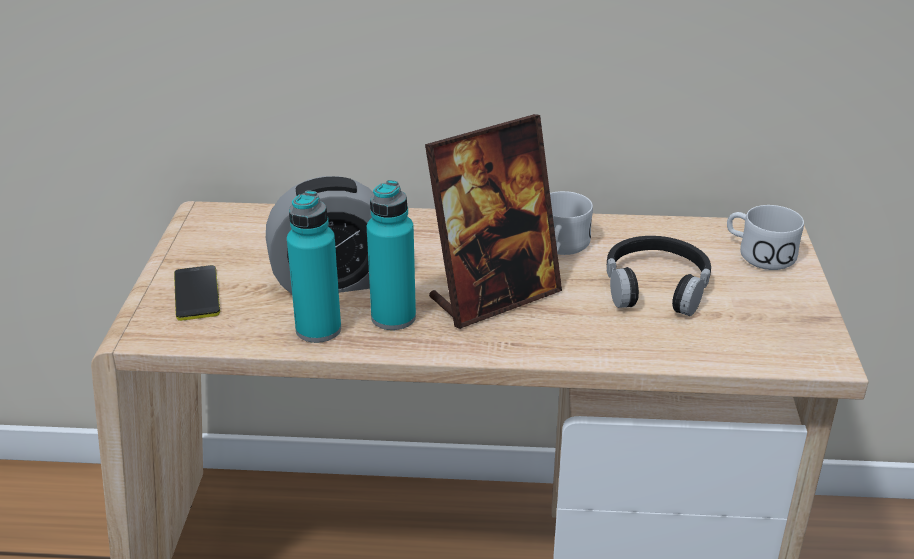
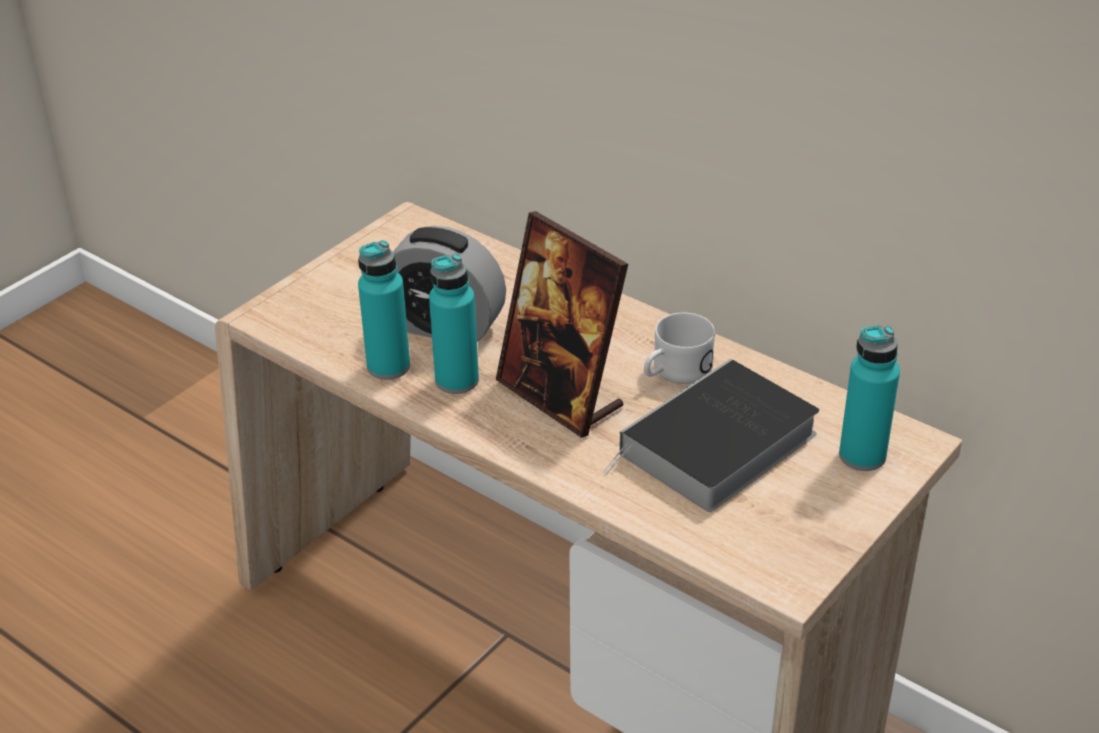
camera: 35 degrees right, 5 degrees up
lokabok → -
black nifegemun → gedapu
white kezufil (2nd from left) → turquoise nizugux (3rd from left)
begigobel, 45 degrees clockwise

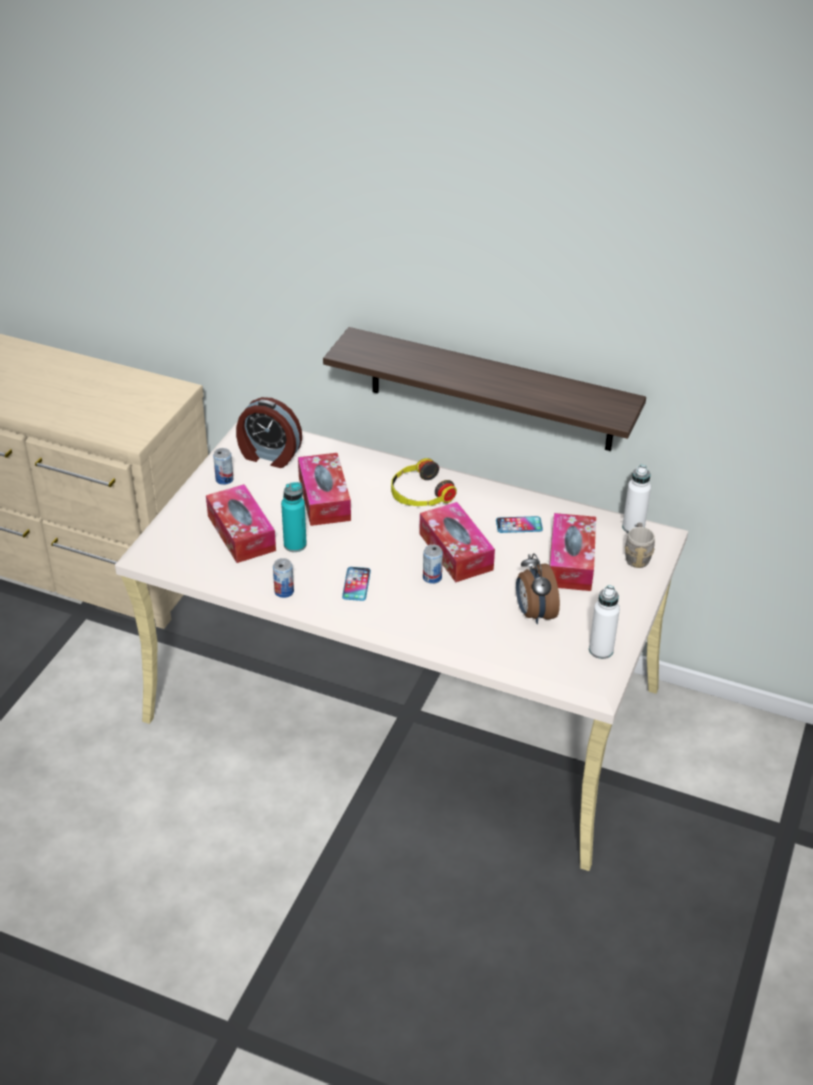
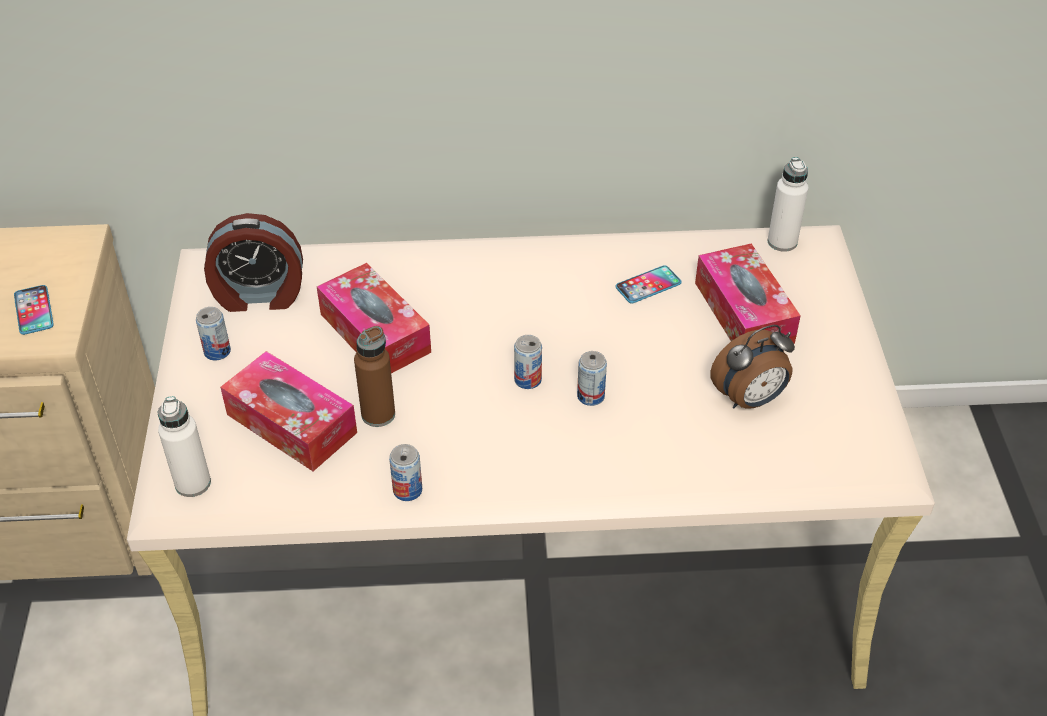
camera: 25 degrees left, 5 degrees up
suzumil → -
nifegemun → -
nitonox (3rd from left) → -
grey kezufil → -
- → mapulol (3rd from left)
lokabok (1st from left), moved
white nizugux (1st from left), moved
turquoise nizugux → brown nizugux
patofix (2nd from left), 75 degrees counterclockwise

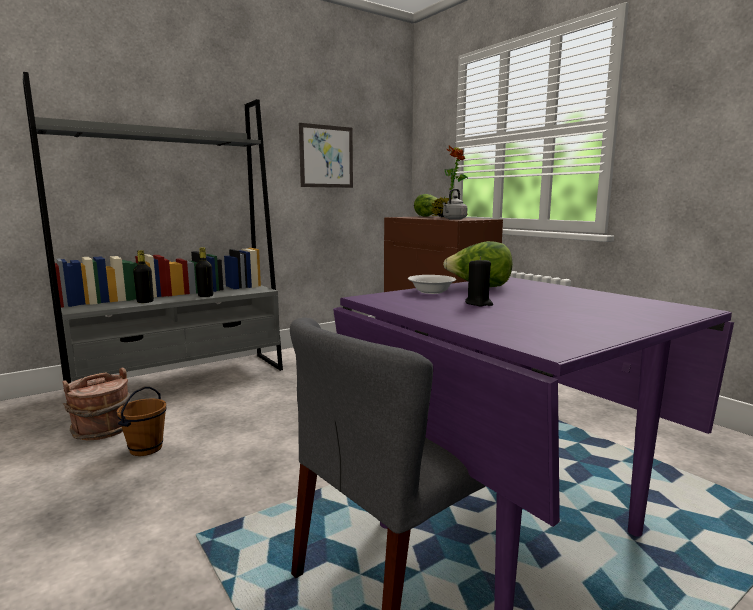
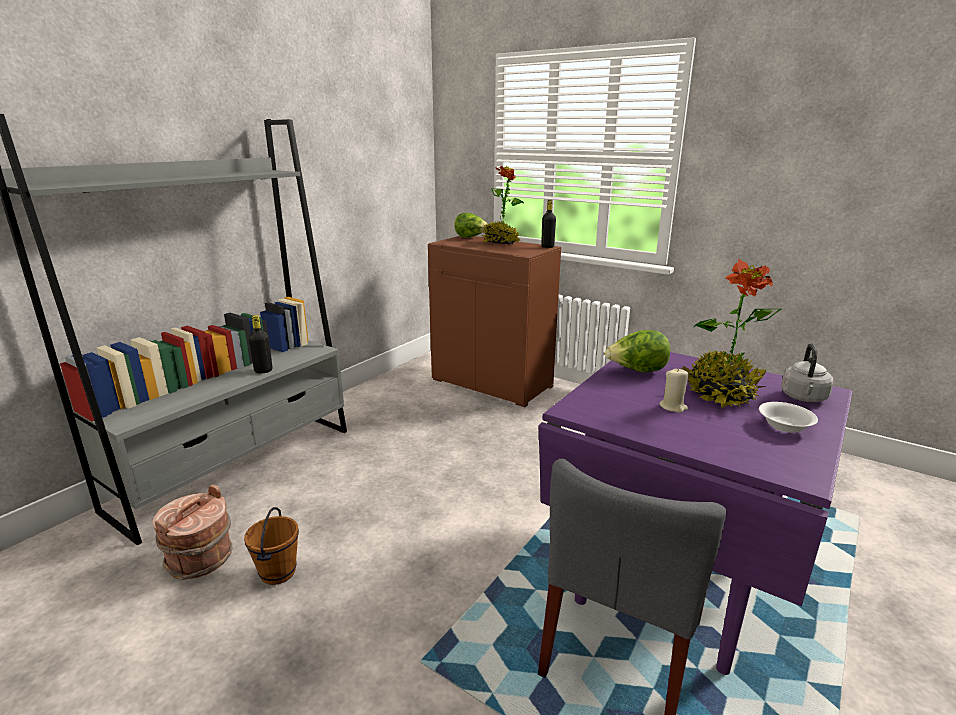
camera: 20 degrees left, 10 degrees up
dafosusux → -
- → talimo (2nd from left)
black nizugux (1st from left in the first image) → black nizugux (2nd from left), moved
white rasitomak, moved
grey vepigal, moved
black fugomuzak → beige fugomuzak

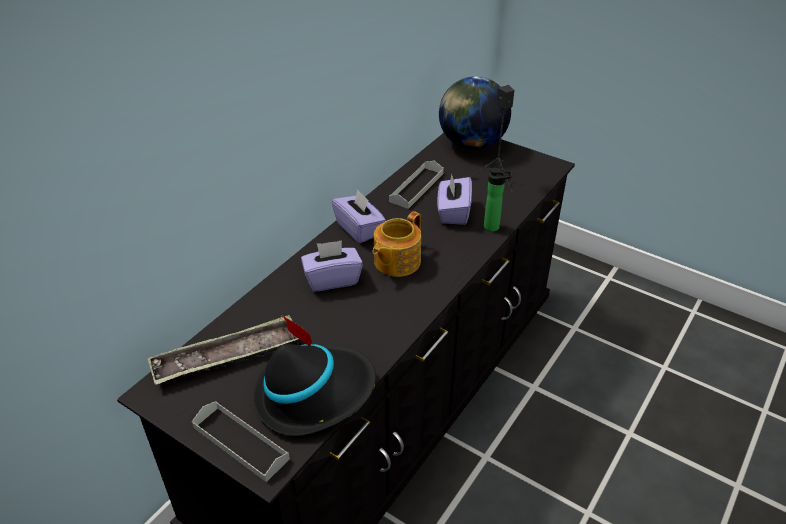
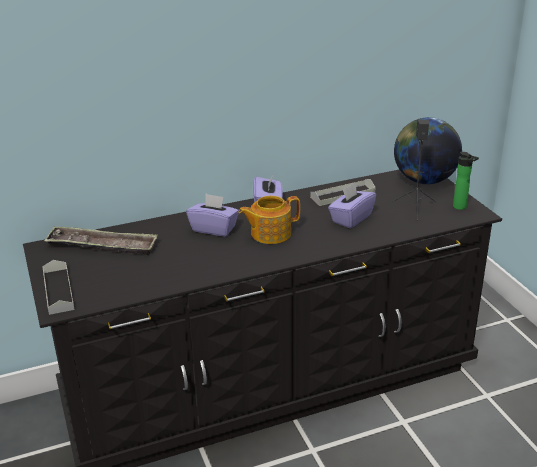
camera: 35 degrees right, 10 degrees down
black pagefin → -
nizugux, moved

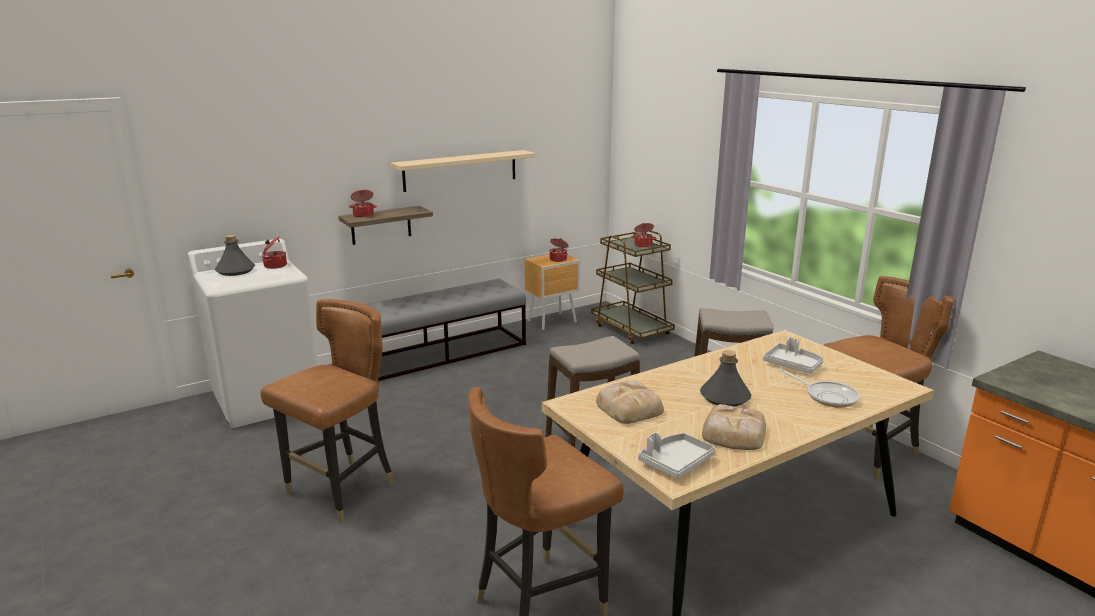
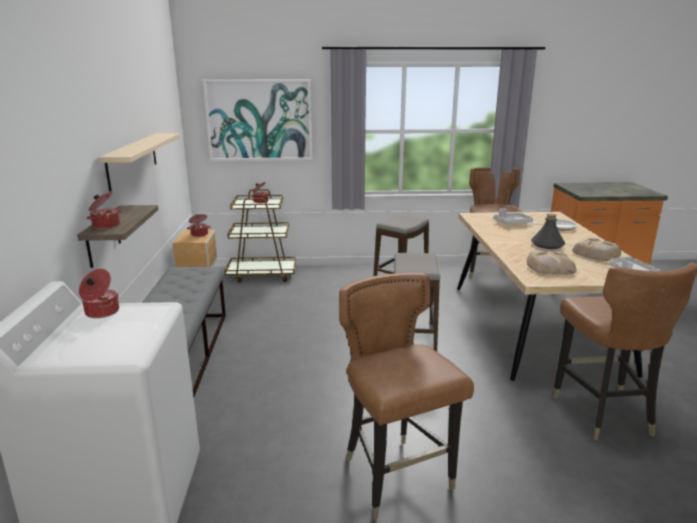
camera: 60 degrees left, 0 degrees up
grey nizugux (1st from left) → -
- → dafosusux

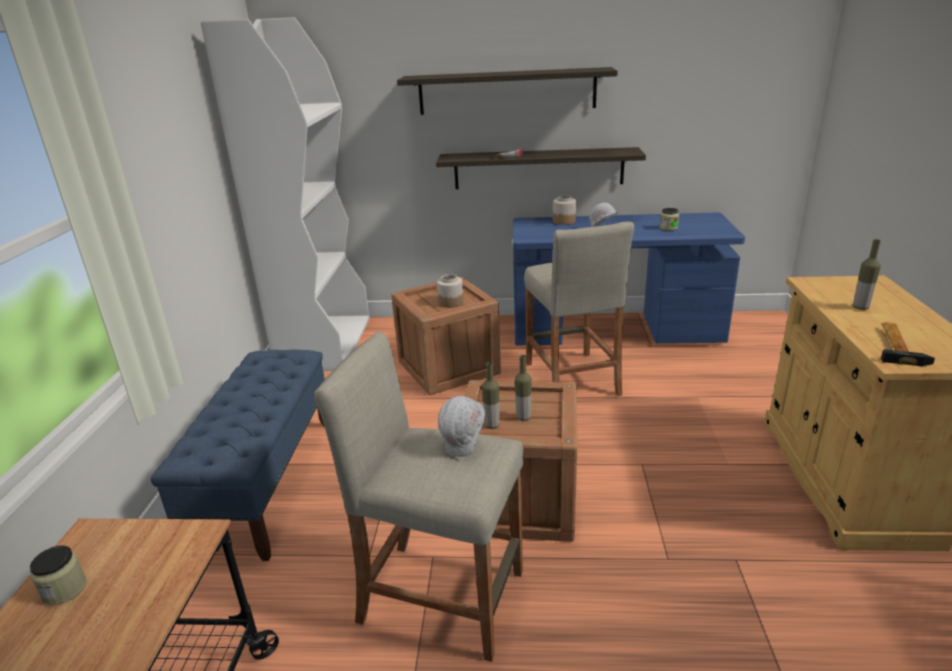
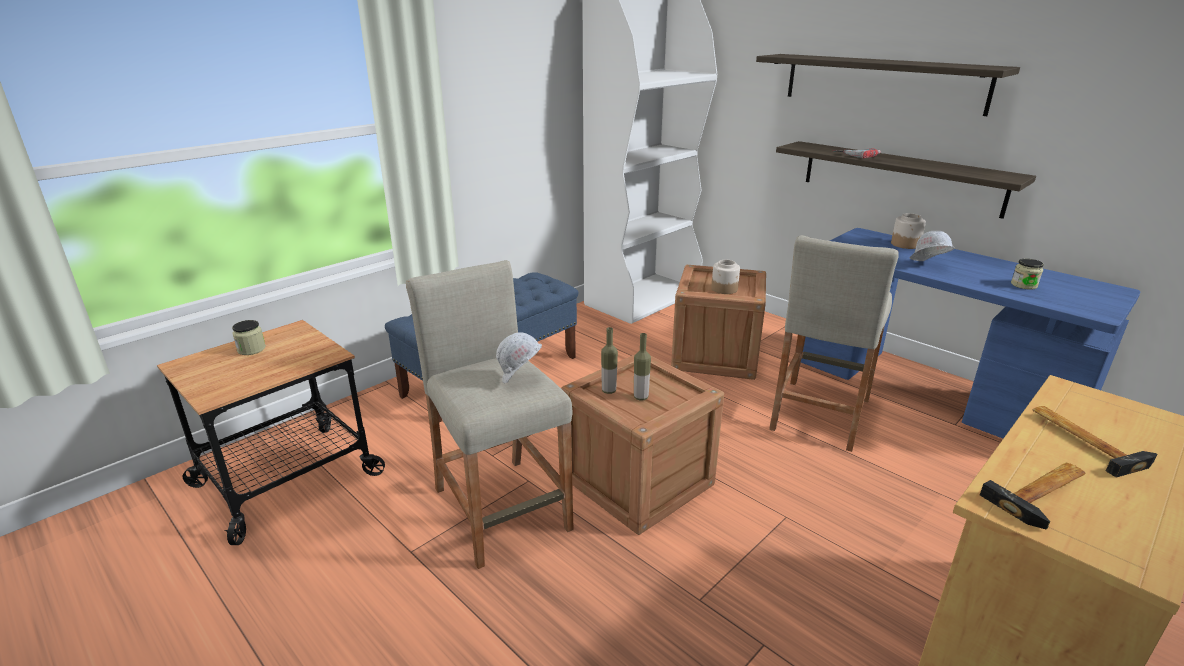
camera: 40 degrees right, 0 degrees up
nizugux (3rd from left) → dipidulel (2nd from left)

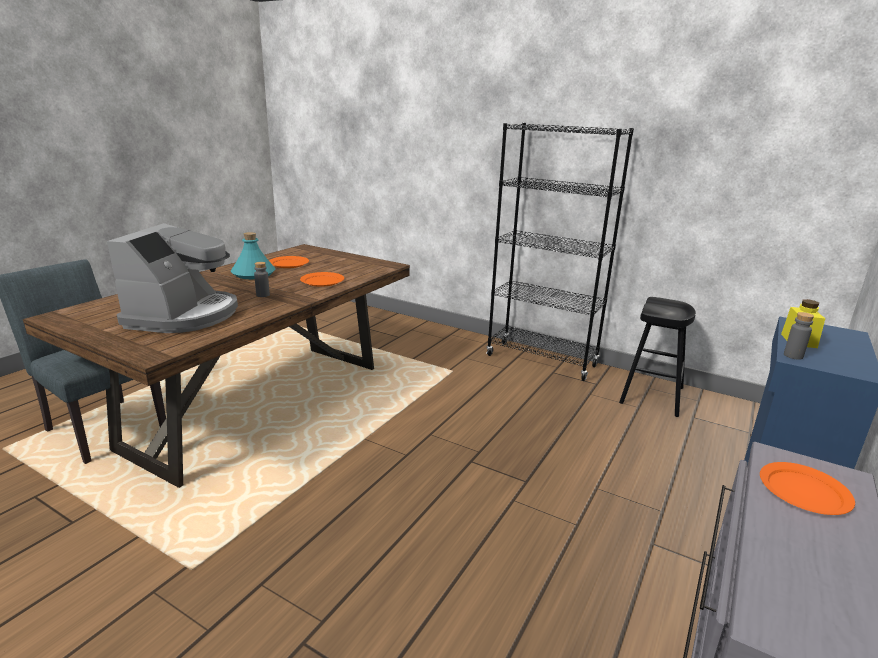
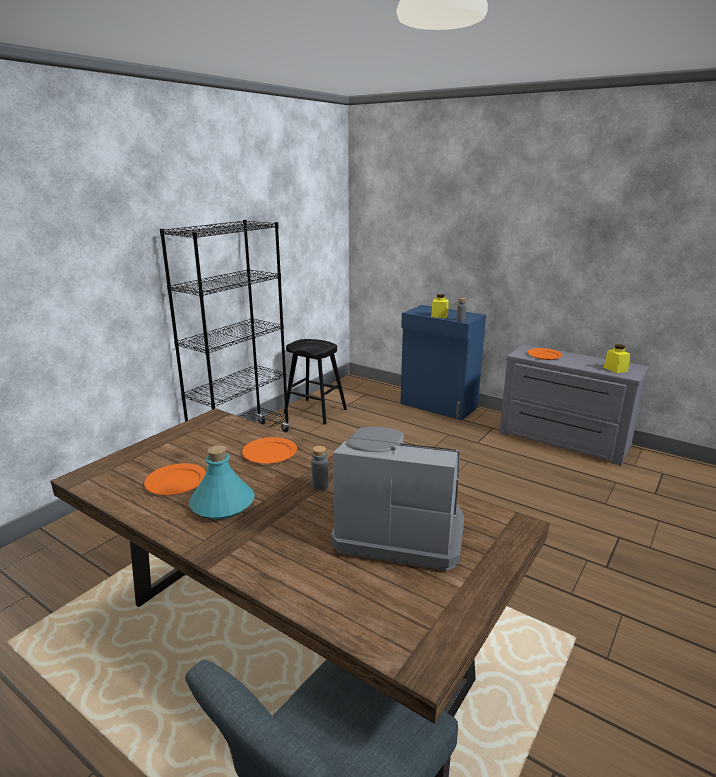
camera: 85 degrees left, 0 degrees up
- → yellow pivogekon (2nd from left)

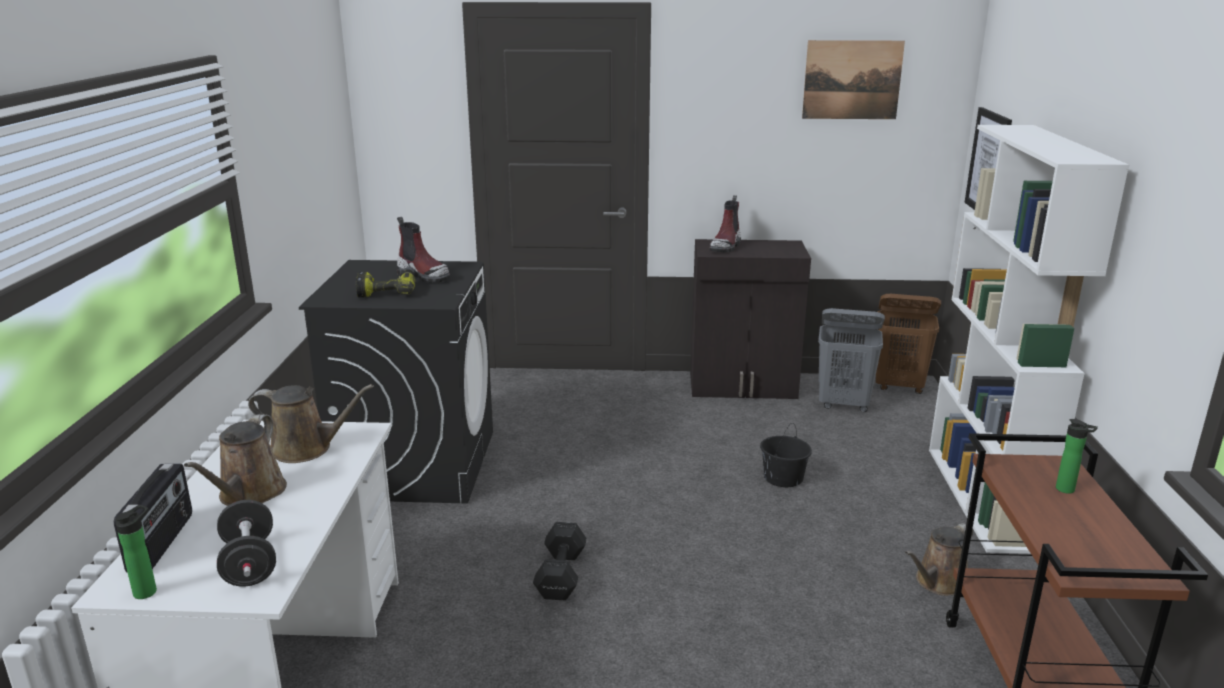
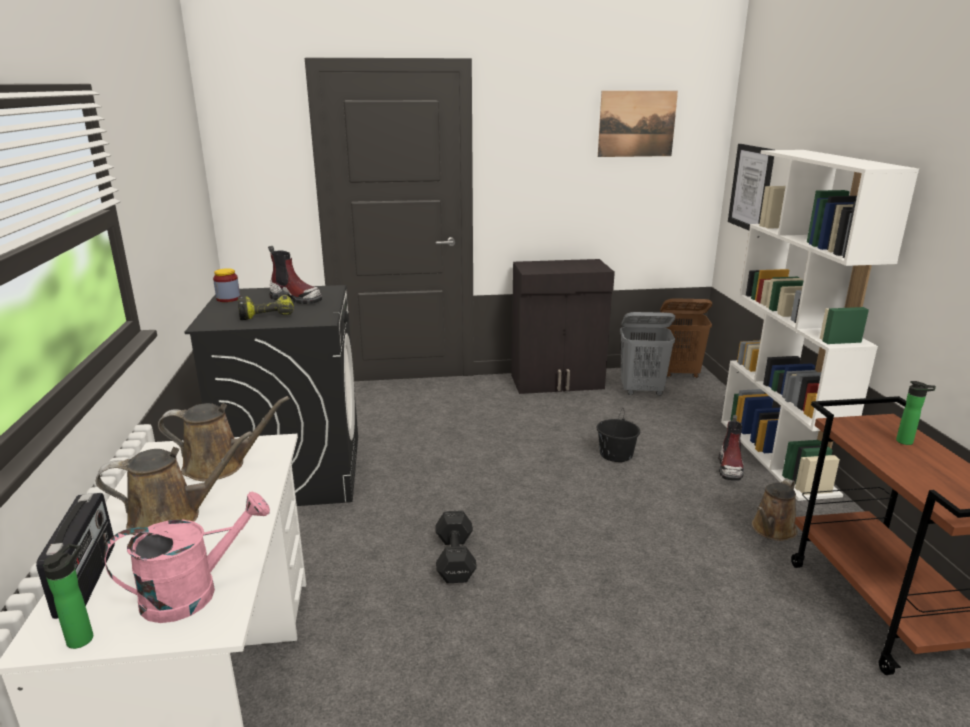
camera: 10 degrees left, 0 degrees up
- → pivogekon
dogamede (2nd from left), moved
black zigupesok (1st from left) → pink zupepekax
brown zupepekax (1st from left), 105 degrees counterclockwise

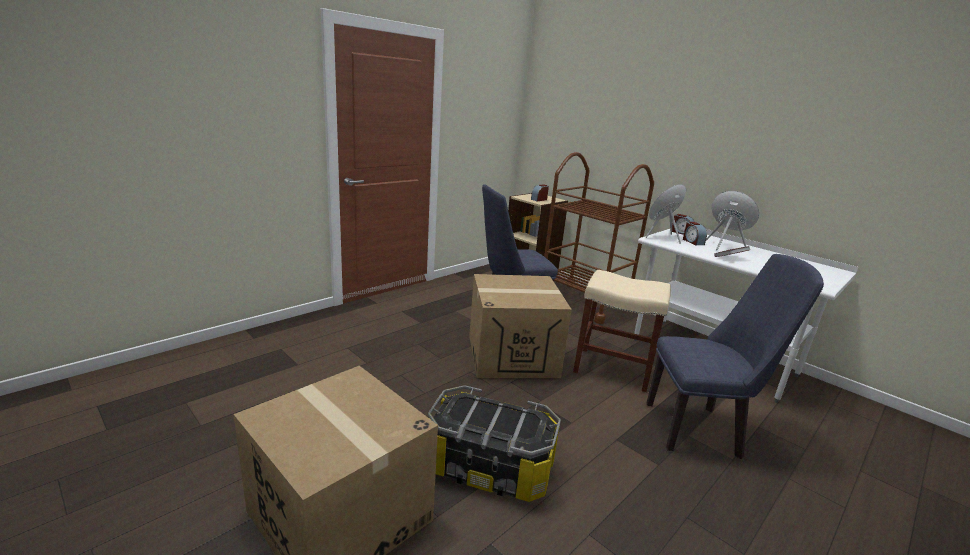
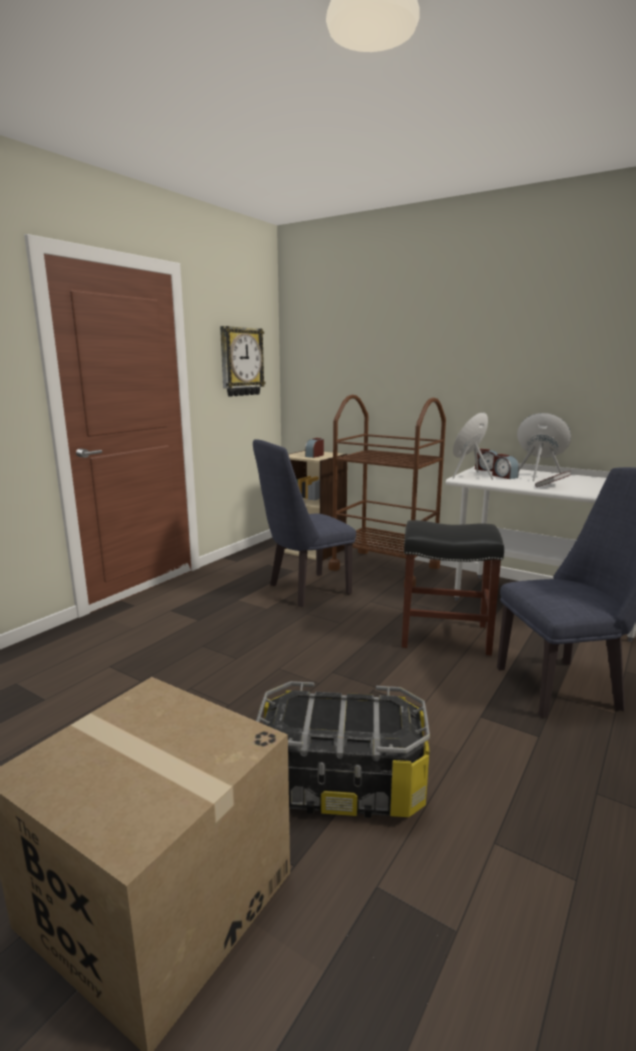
camera: 10 degrees left, 5 degrees down
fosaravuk (2nd from left) → -
- → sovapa
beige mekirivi → black mekirivi

